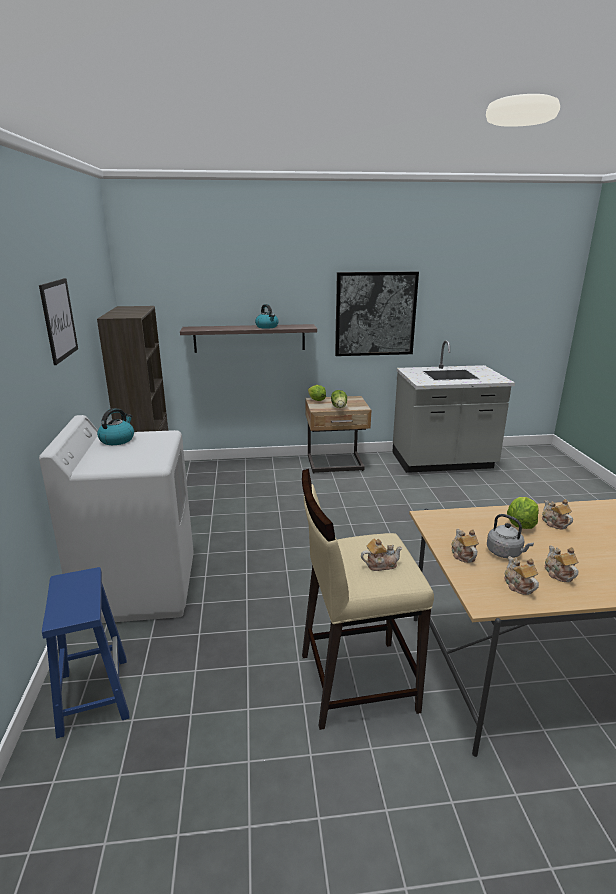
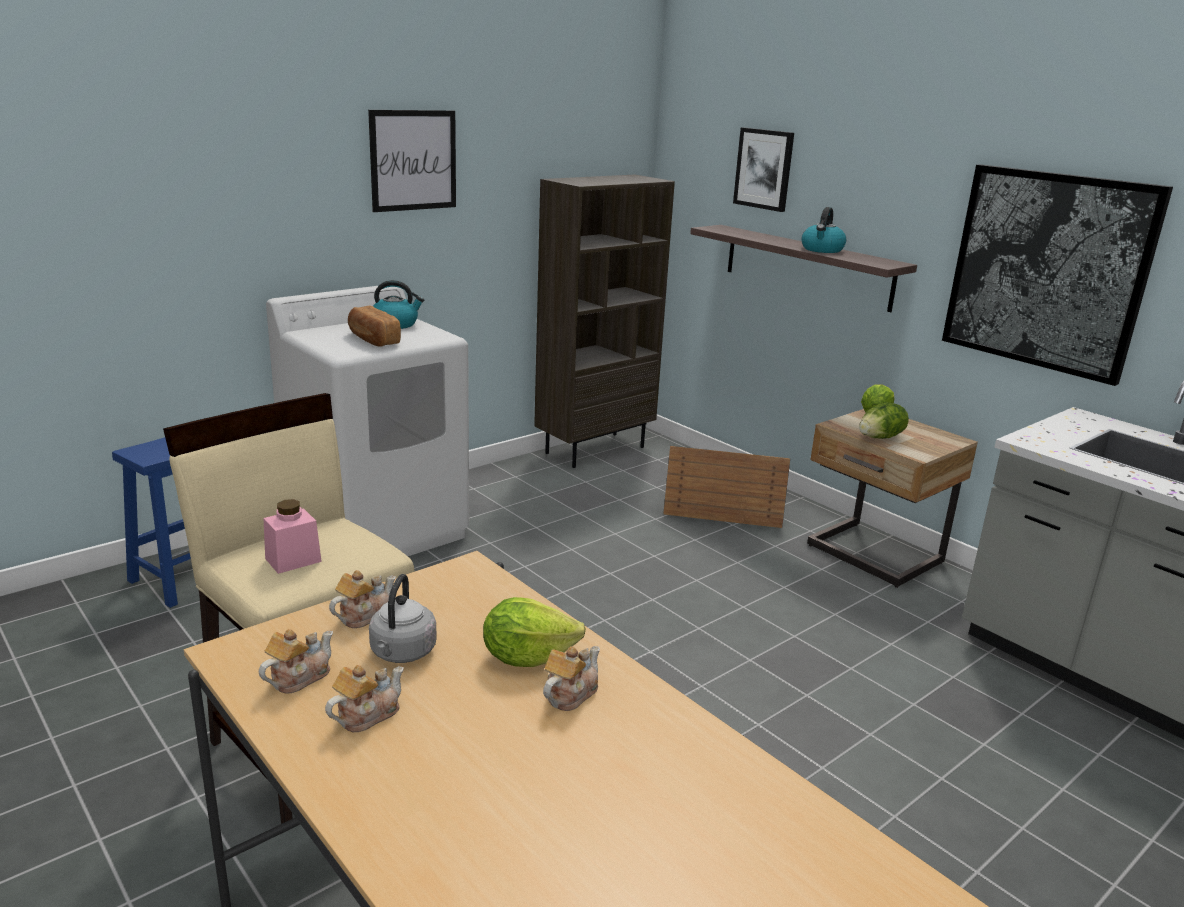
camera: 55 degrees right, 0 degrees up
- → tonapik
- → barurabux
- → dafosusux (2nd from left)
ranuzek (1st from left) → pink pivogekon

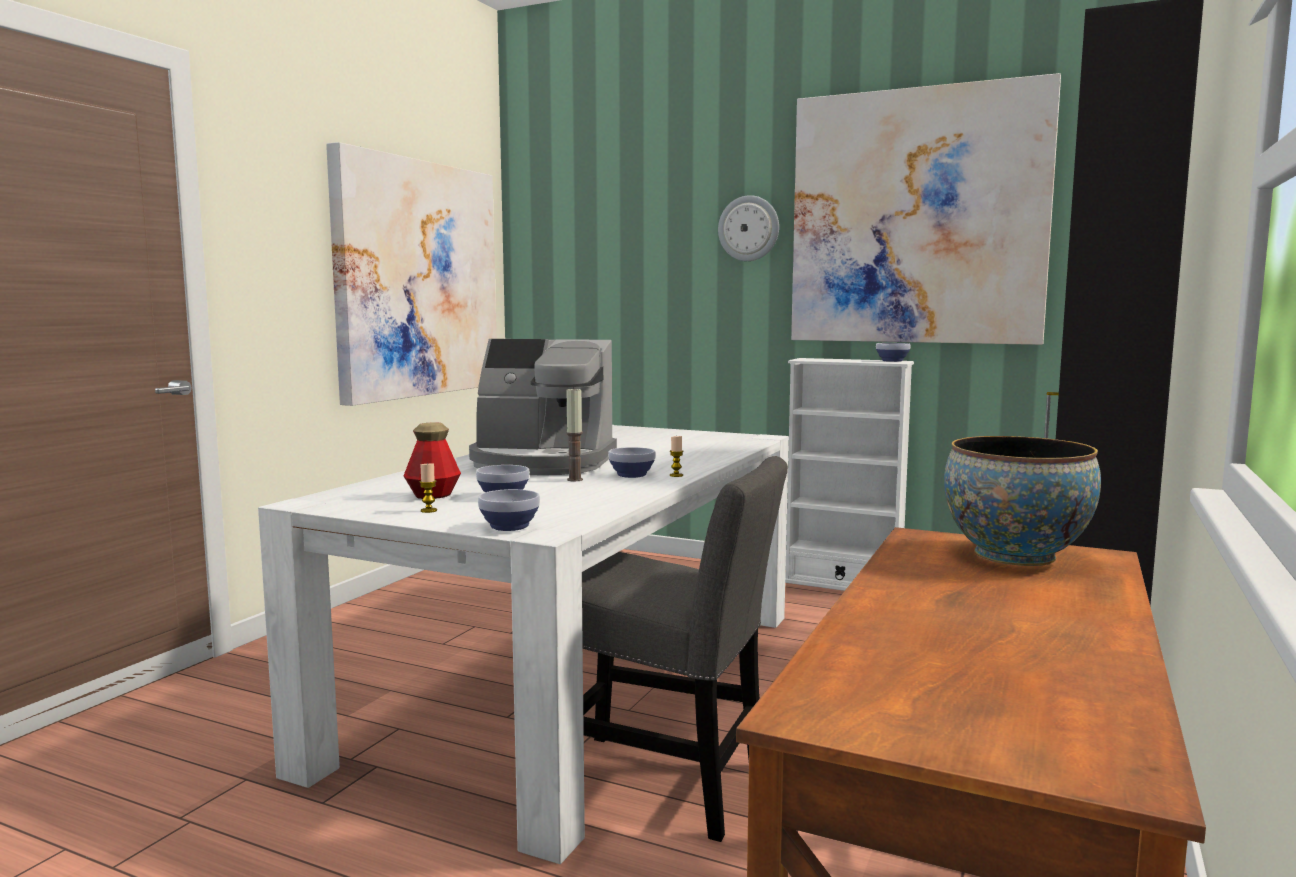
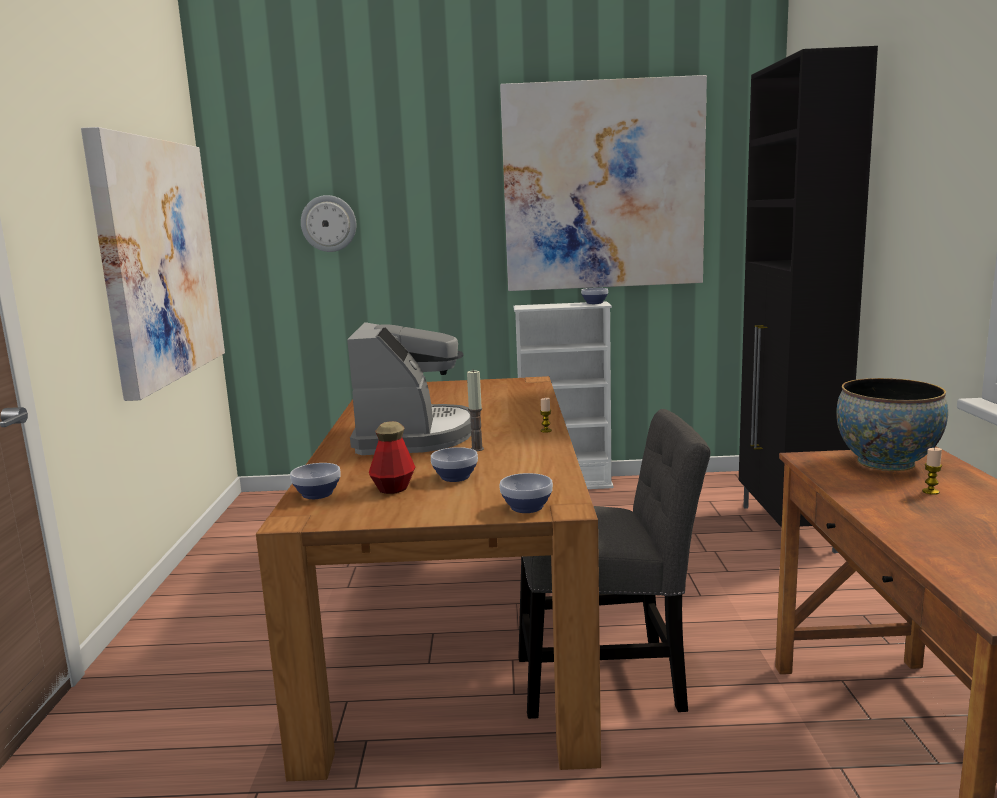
camera: 25 degrees left, 5 degrees up
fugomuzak (1st from left in the first image) → fugomuzak (3rd from left), moved
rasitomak (3rd from left in the first image) → rasitomak (1st from left), moved
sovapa, moved
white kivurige → brown kivurige
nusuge, 75 degrees counterclockwise

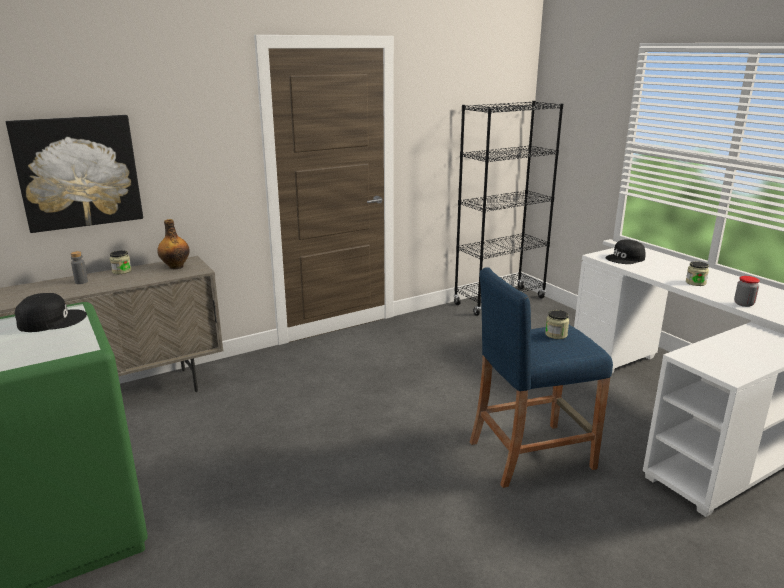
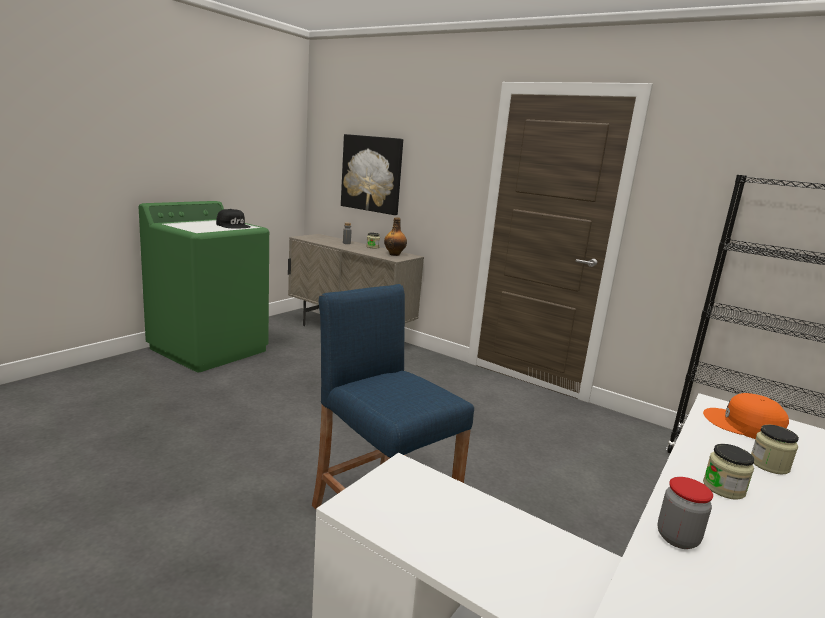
camera: 65 degrees right, 5 degrees down
pivogekon (2nd from left in the first image) → pivogekon (4th from left), moved
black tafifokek (2nd from left) → orange tafifokek

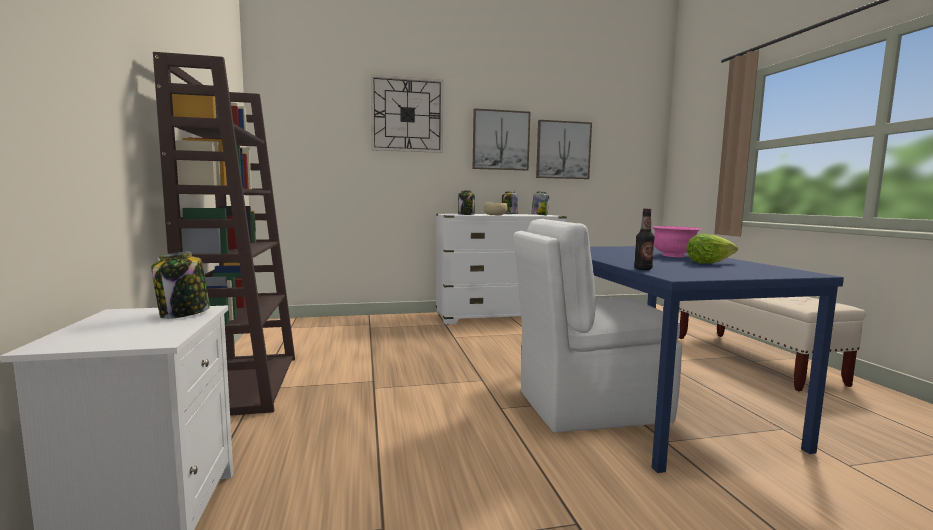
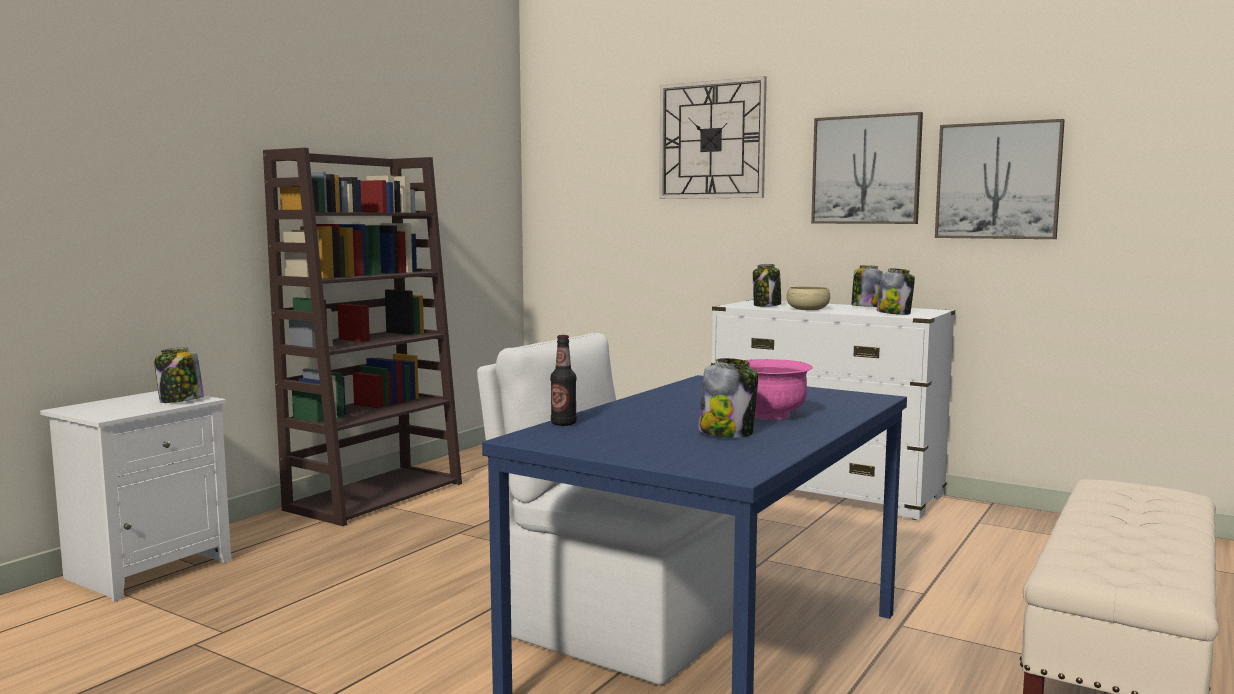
camera: 45 degrees right, 0 degrees up
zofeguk → pivogekon (2nd from left)

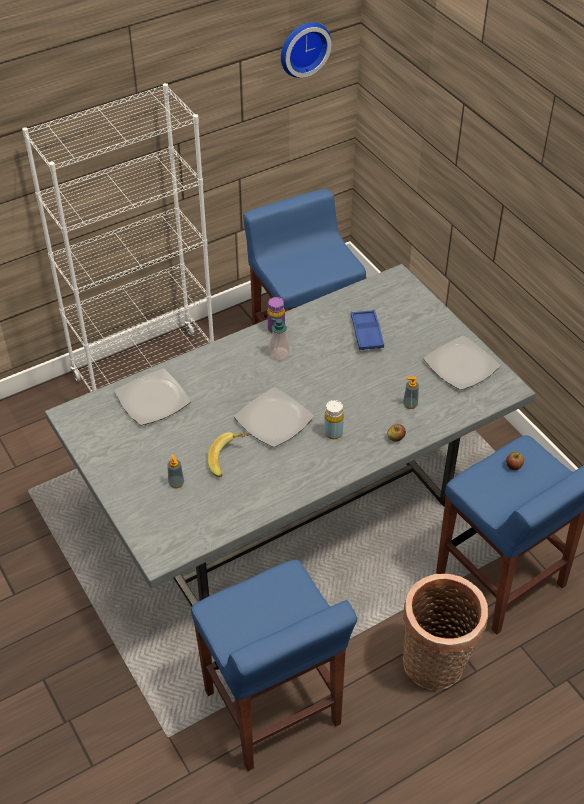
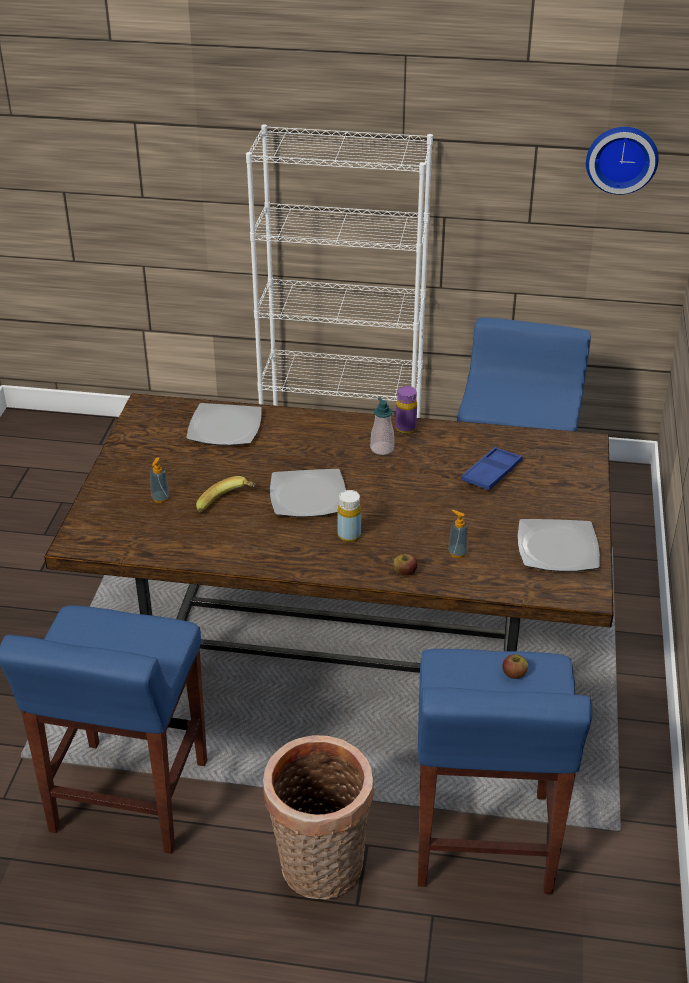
camera: 40 degrees right, 10 degrees down
grey kivurige → brown kivurige

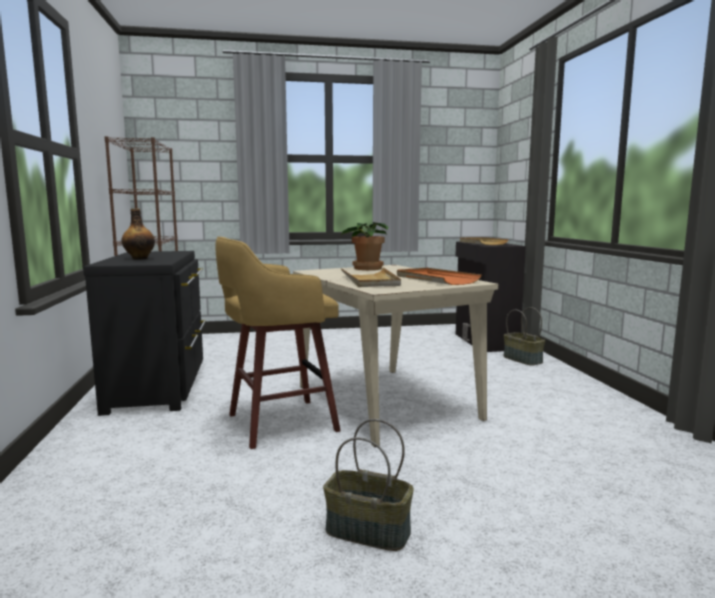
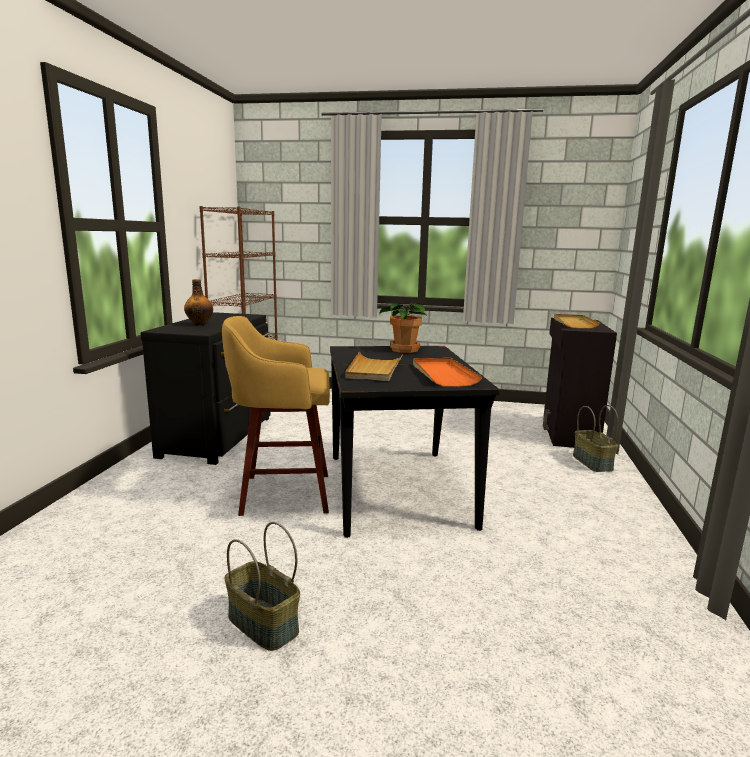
camera: 20 degrees right, 5 degrees up
beige kivurige → black kivurige

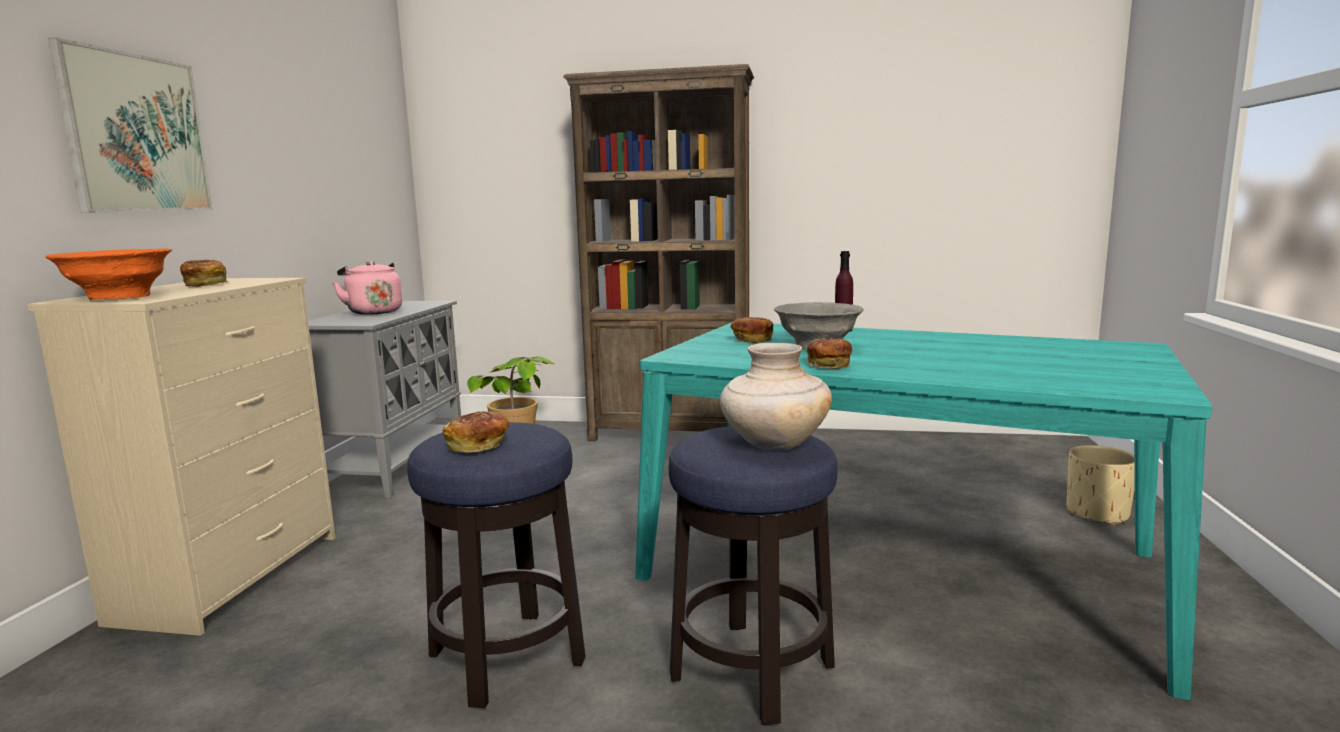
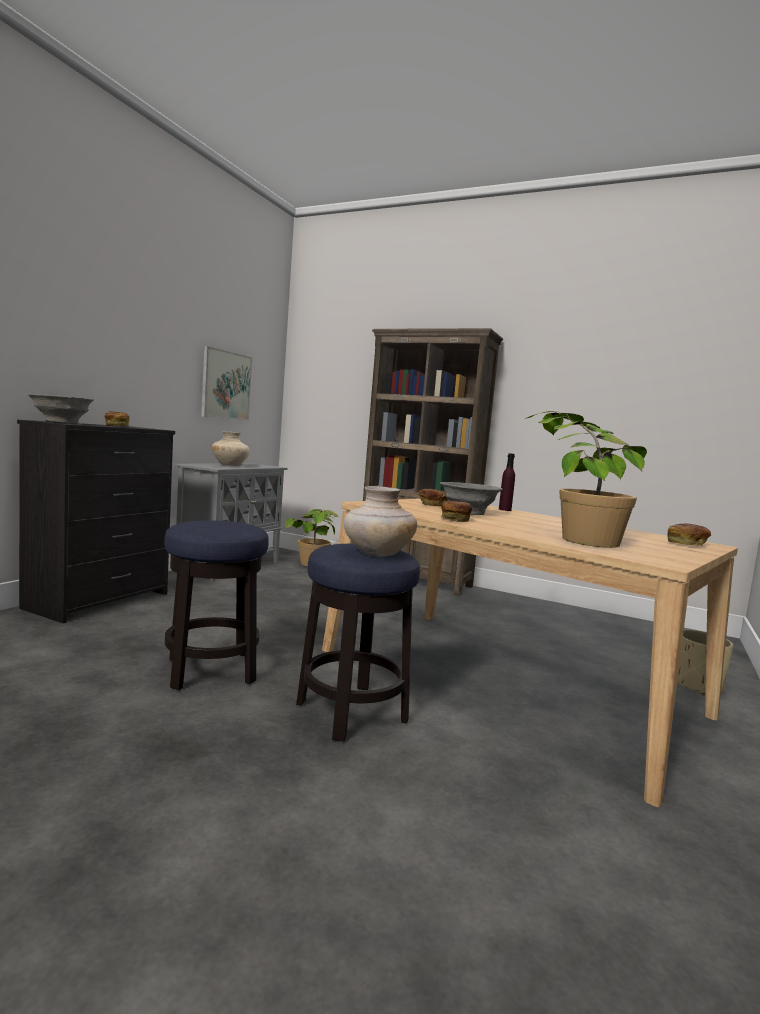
camera: 15 degrees right, 5 degrees down
- → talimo (2nd from left)
dafosusux, moved
tonapik (2nd from left in the first image) → tonapik (4th from left), moved
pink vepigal → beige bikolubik (1st from left)
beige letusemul → black letusemul
orange rasitomak → grey rasitomak (1st from left)
turquoise kivurige → beige kivurige

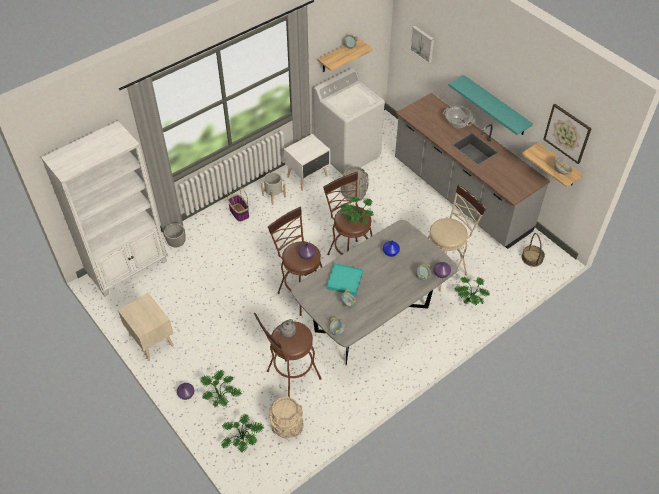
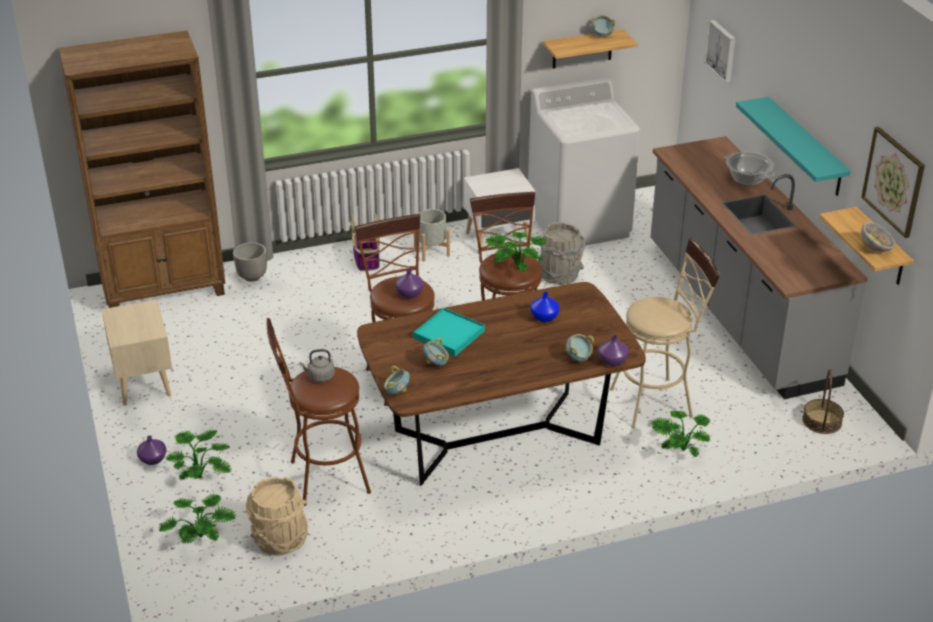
camera: 20 degrees right, 15 degrees down
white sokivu → brown sokivu
grey kivurige → brown kivurige

